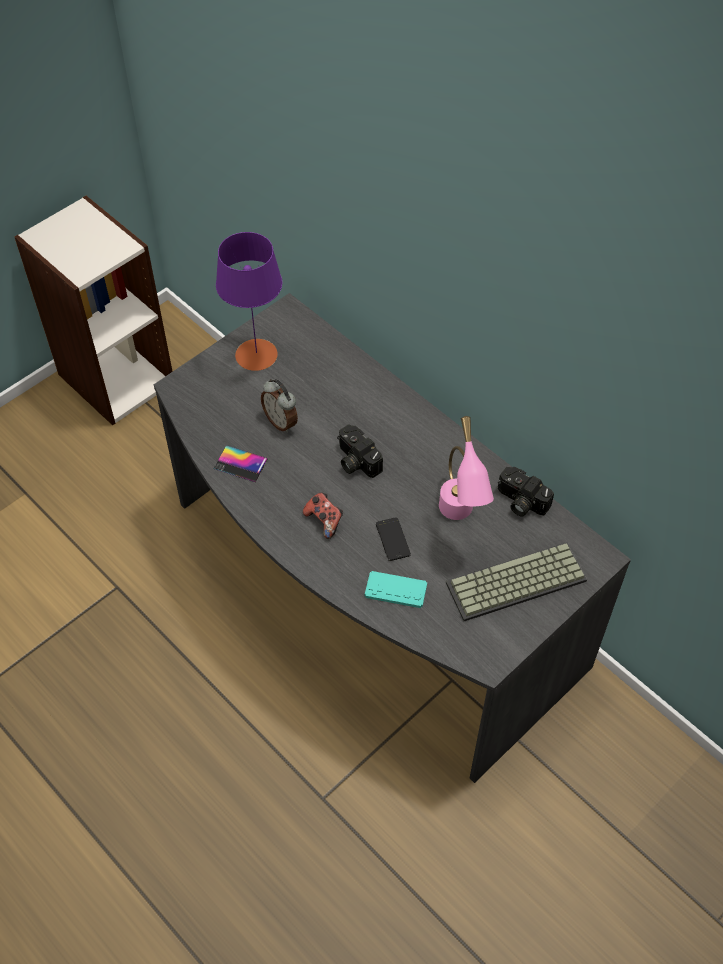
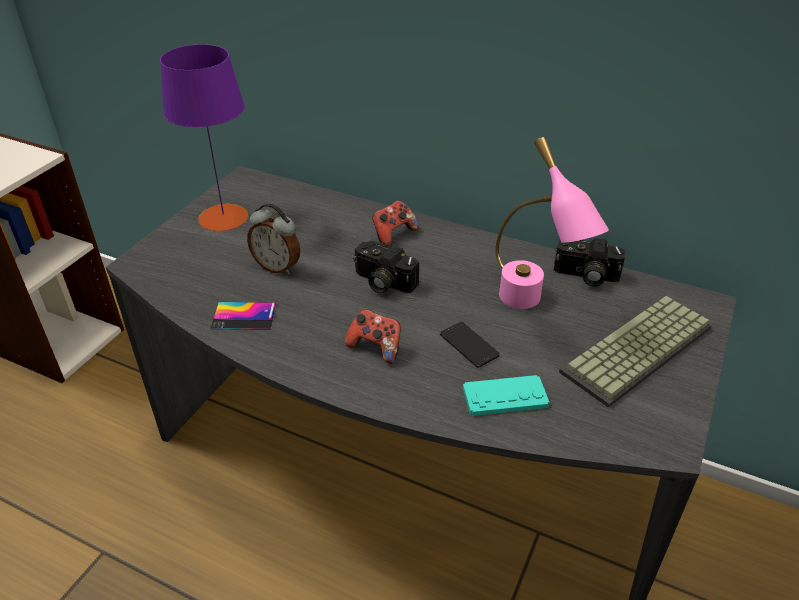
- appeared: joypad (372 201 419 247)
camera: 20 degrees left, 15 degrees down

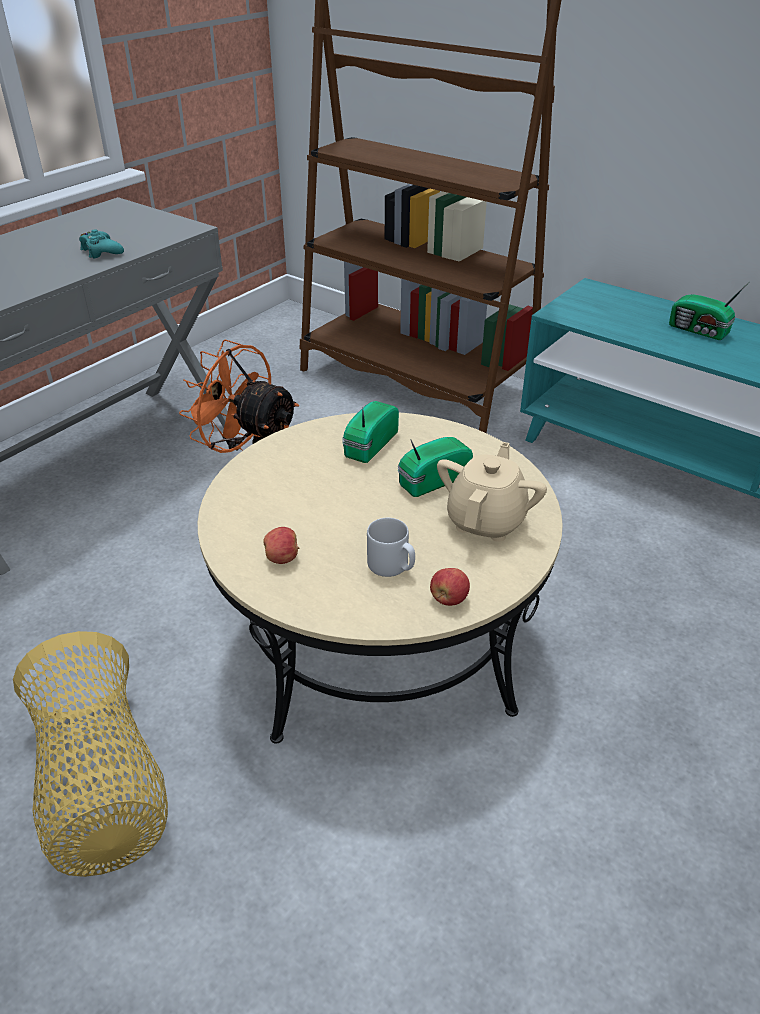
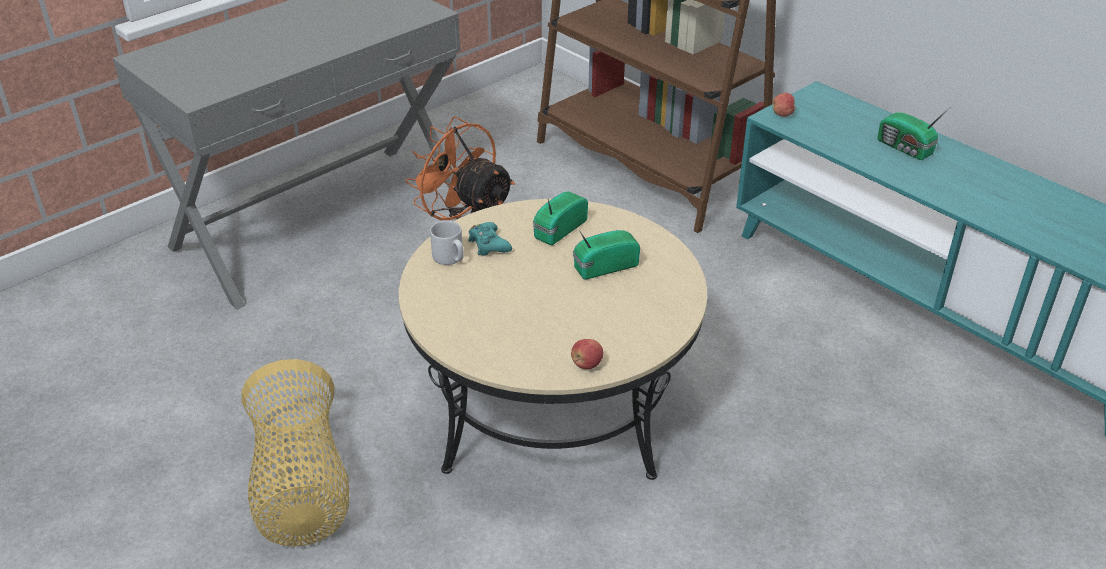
- relocated: grey coffee mug (367 518 415 577) to (430 221 464 265)
- relocated: turquoise joypad (79 229 124 259) to (468 222 512 256)
- relocated: apple (263 527 299 564) to (772 93 796 117)
- missing: sand-coloured teapot (437 442 547 542)
camera: 10 degrees right, 0 degrees up

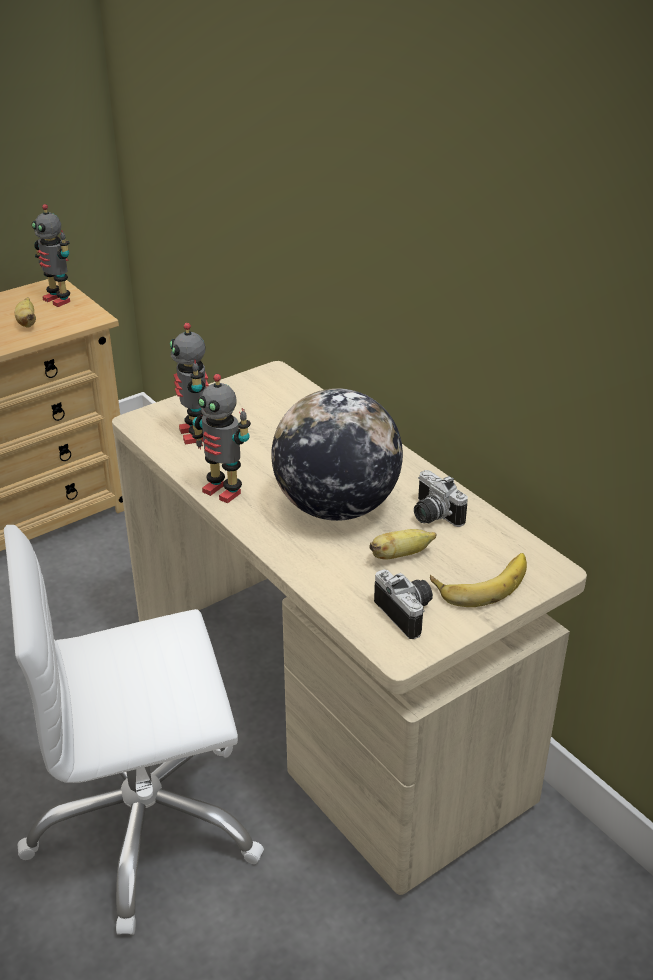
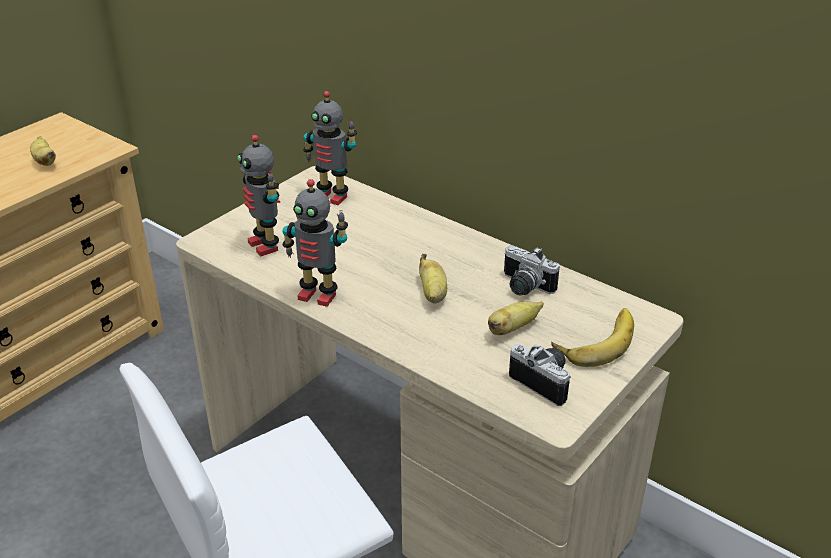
- relocated: model robot (32 204 70 307) to (303 91 357 205)
- exchanged: globe (271 388 403 521) to banana (419 254 447 304)
camera: 15 degrees left, 0 degrees up

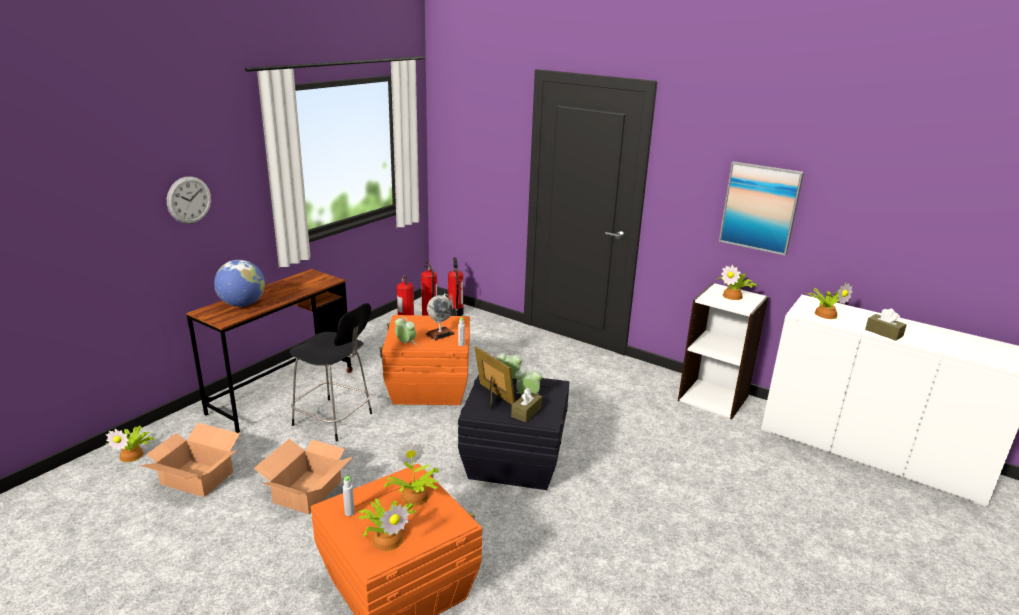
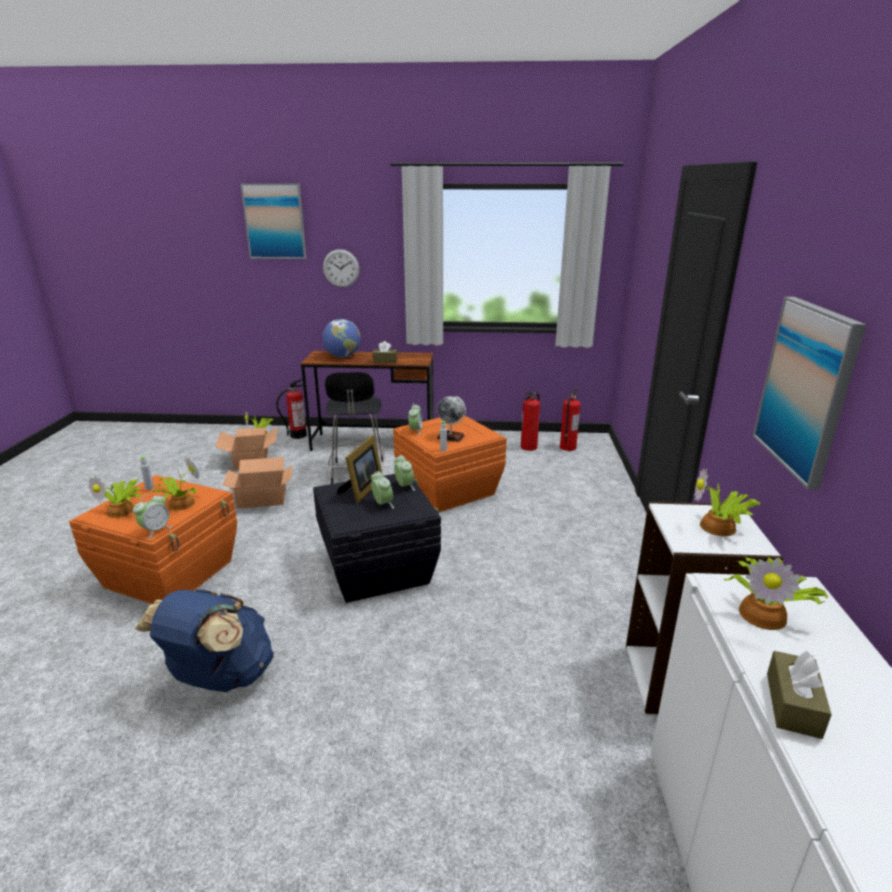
- appeared: alarm clock (133 494 173 539)
- appeared: blue backpack (135 589 274 692)
- appeared: wall art (241 183 306 259)
- relocated: fire-fighting cylinder (448 257 464 316) to (276 378 307 439)
- relocated: brownish tissue box (511 388 542 422) to (372 341 397 363)
camera: 60 degrees right, 0 degrees up

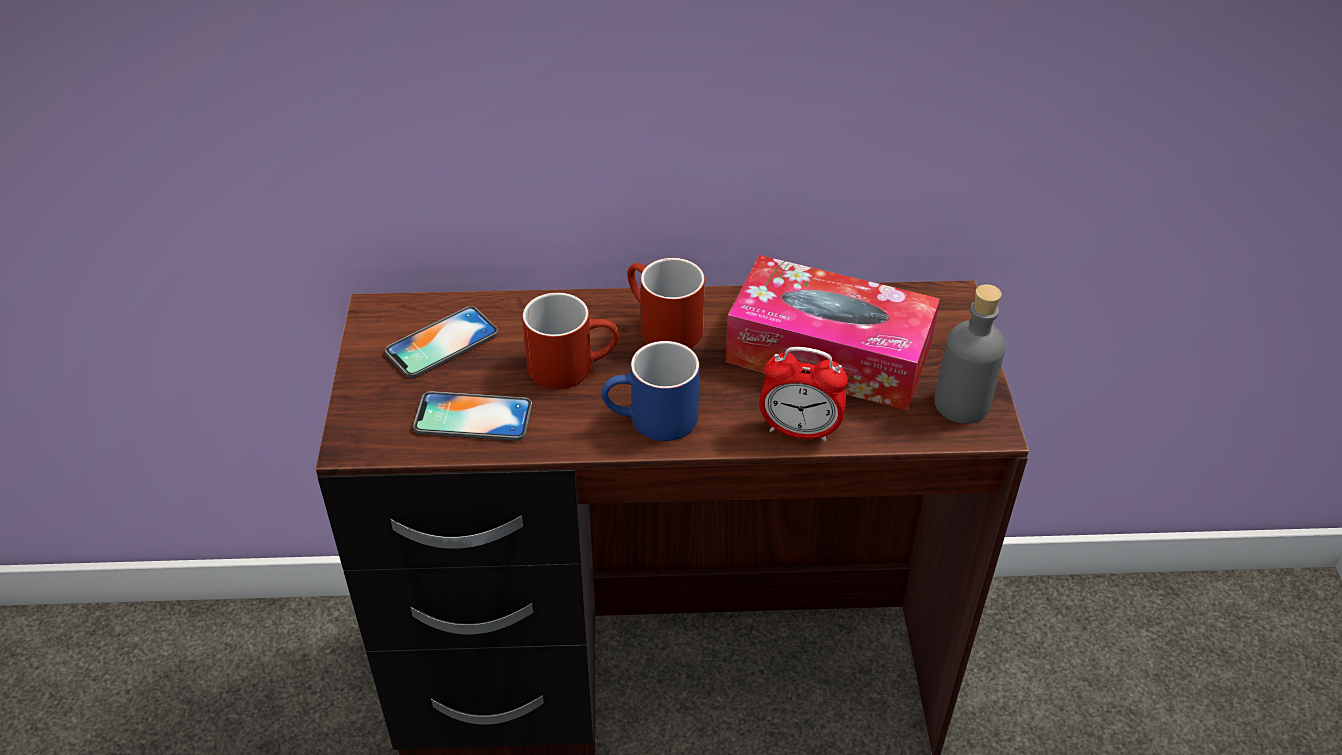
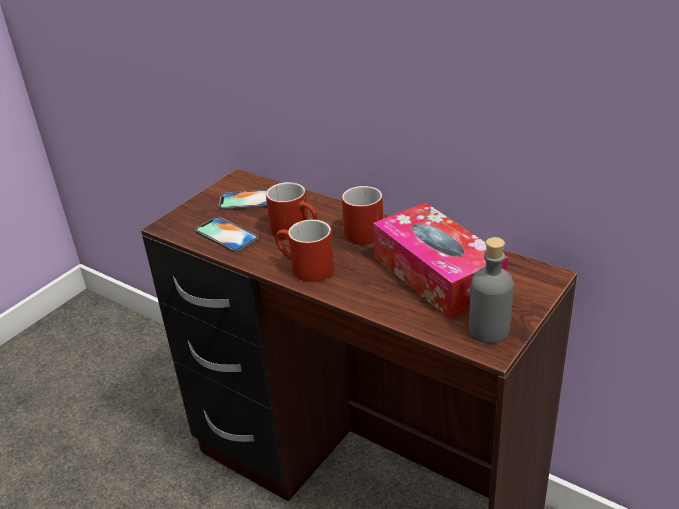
- colour: blue coffee mug (601 341 700 441) to reddish coffee mug (275 219 334 282)
- missing: alarm clock (759 347 848 442)
camera: 40 degrees right, 10 degrees down

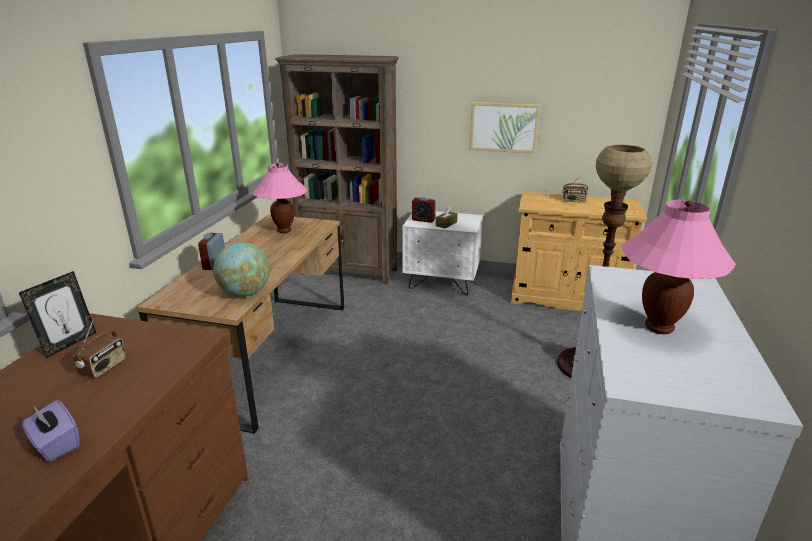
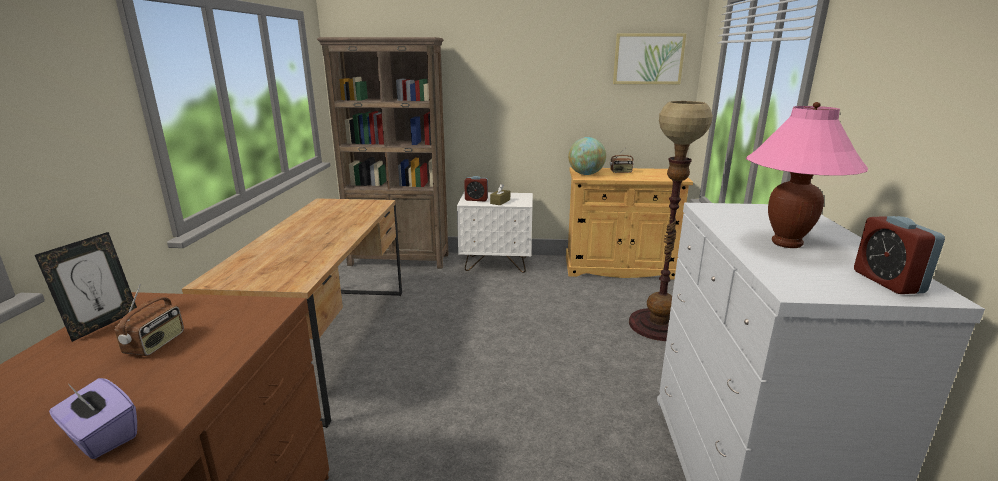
- relocated: globe (213 242 270 297) to (568 137 606 175)
- relocated: wall art (470 102 540 154) to (613 33 686 84)
- relocated: alarm clock (198 233 225 270) to (854 216 945 294)
- missing: pink-coloured tabletop lamp (253 163 307 233)
camera: 10 degrees left, 5 degrees down

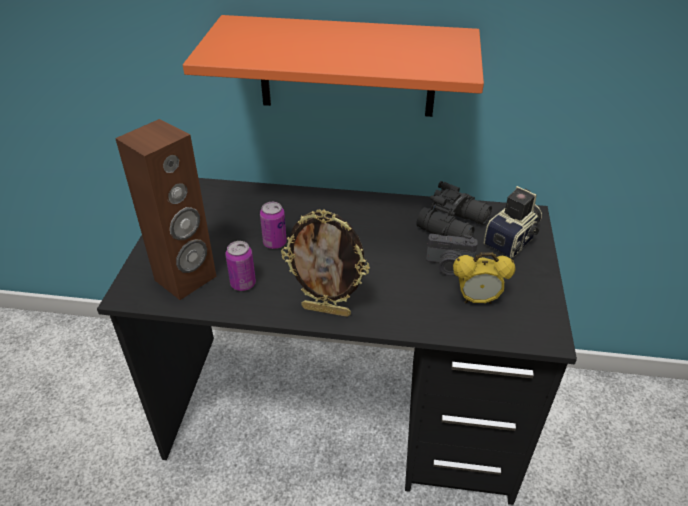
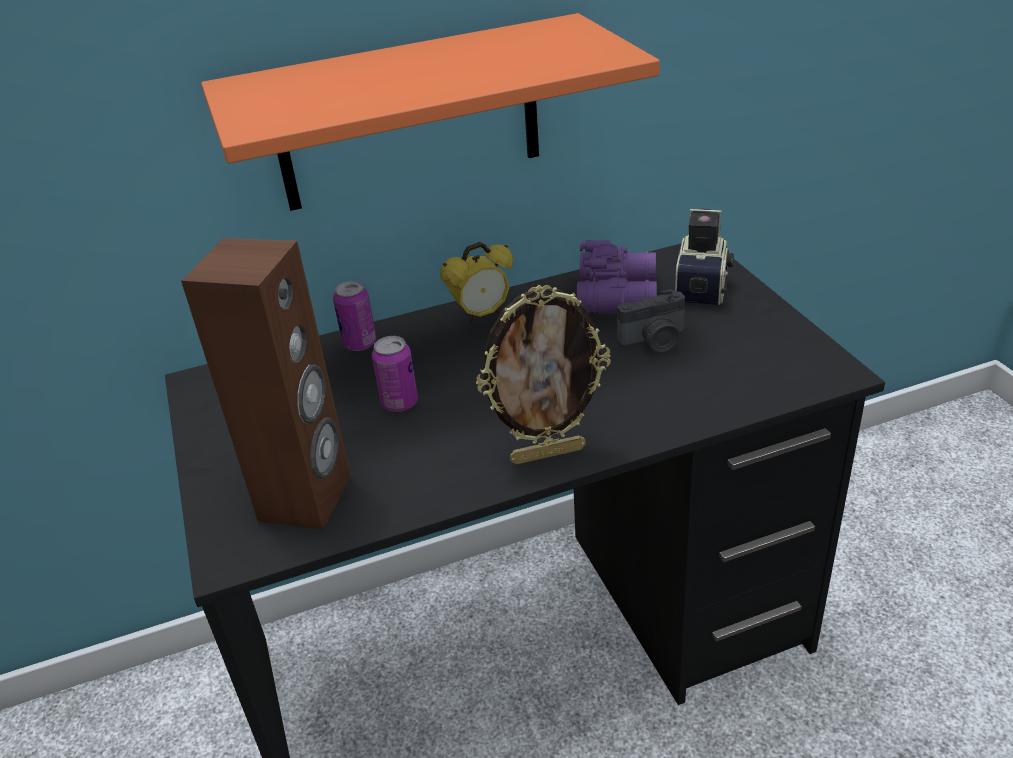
- relocated: sealed can (225 241 256 291) to (333 281 376 351)
- relocated: alarm clock (453 252 515 304) to (440 242 513 323)
- colour: black field glasses (416 181 492 237) to purple field glasses (577 240 657 314)
camera: 25 degrees left, 5 degrees down

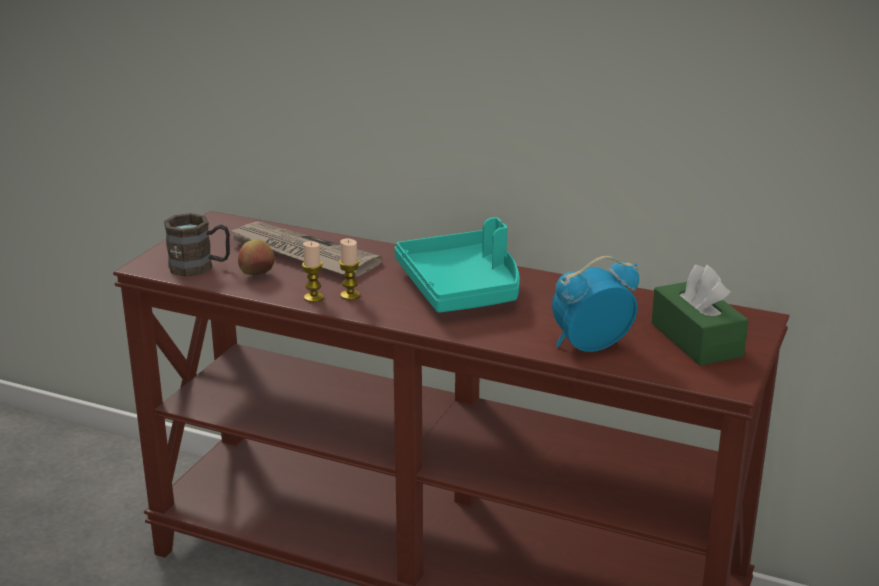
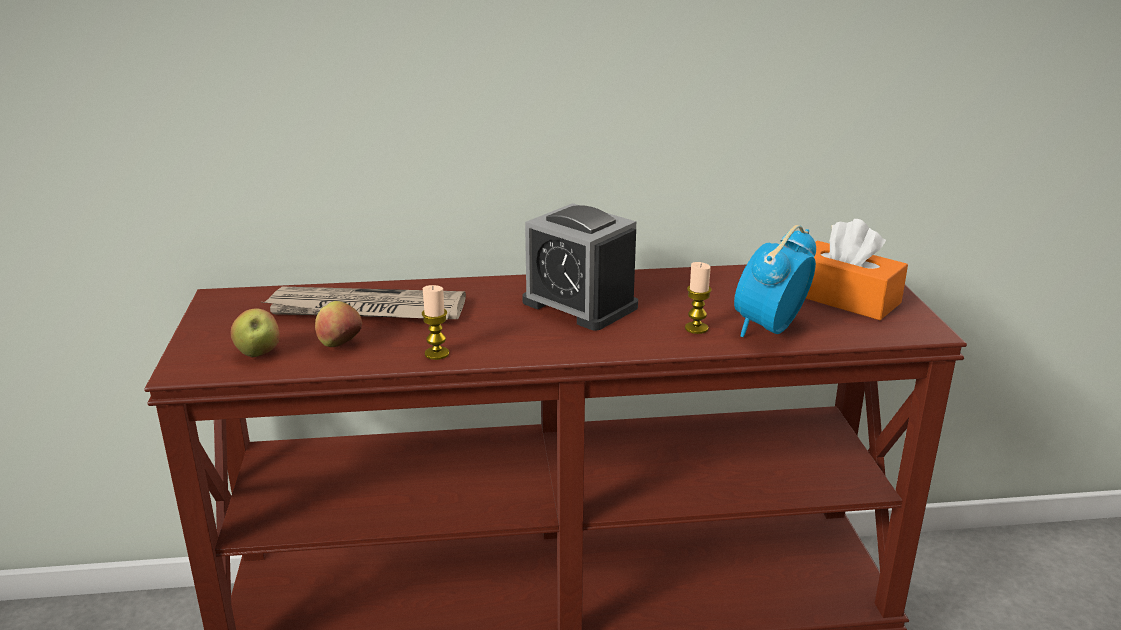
- exchanged: brownish coffee mug (164 213 230 277) to apple (231 309 280 358)
- exchanged: turquoise carrying tray (394 217 520 313) to alarm clock (522 203 638 331)
- relocated: wax candle (339 238 360 300) to (685 262 712 334)
- colour: green-coloured tissue box (652 265 749 366) to orangey tissue box (806 219 908 320)
camera: 30 degrees left, 0 degrees up

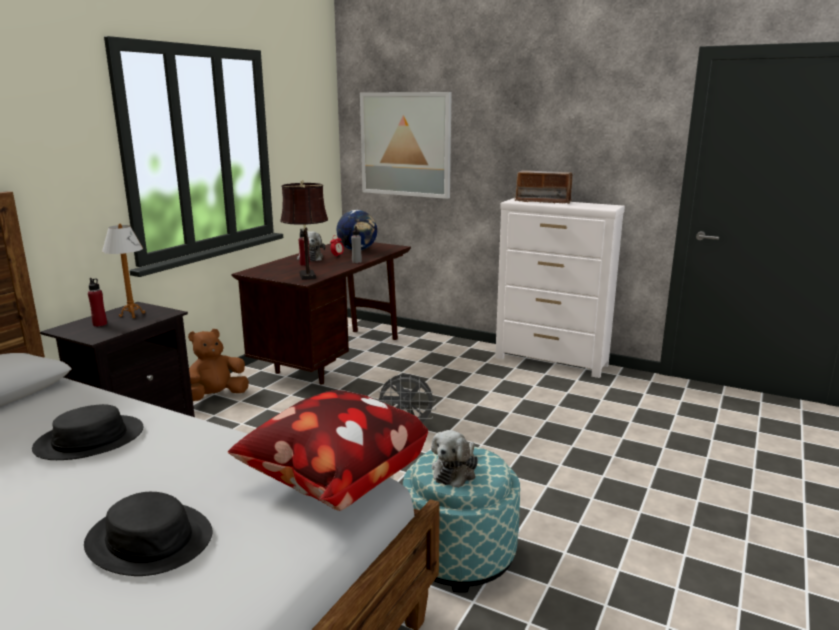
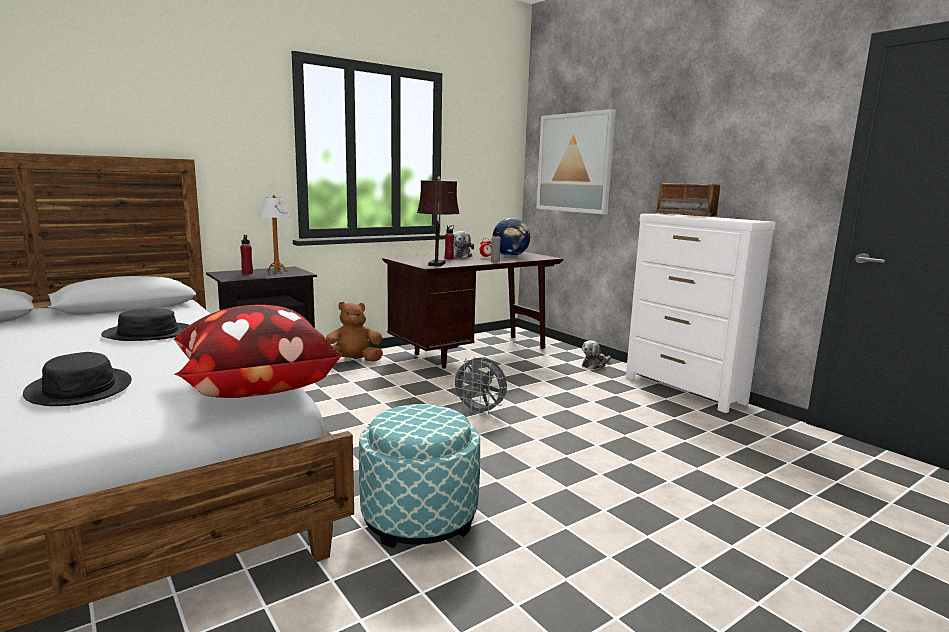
- relocated: plush toy (431 430 478 488) to (582 340 611 369)
camera: 25 degrees right, 5 degrees down

